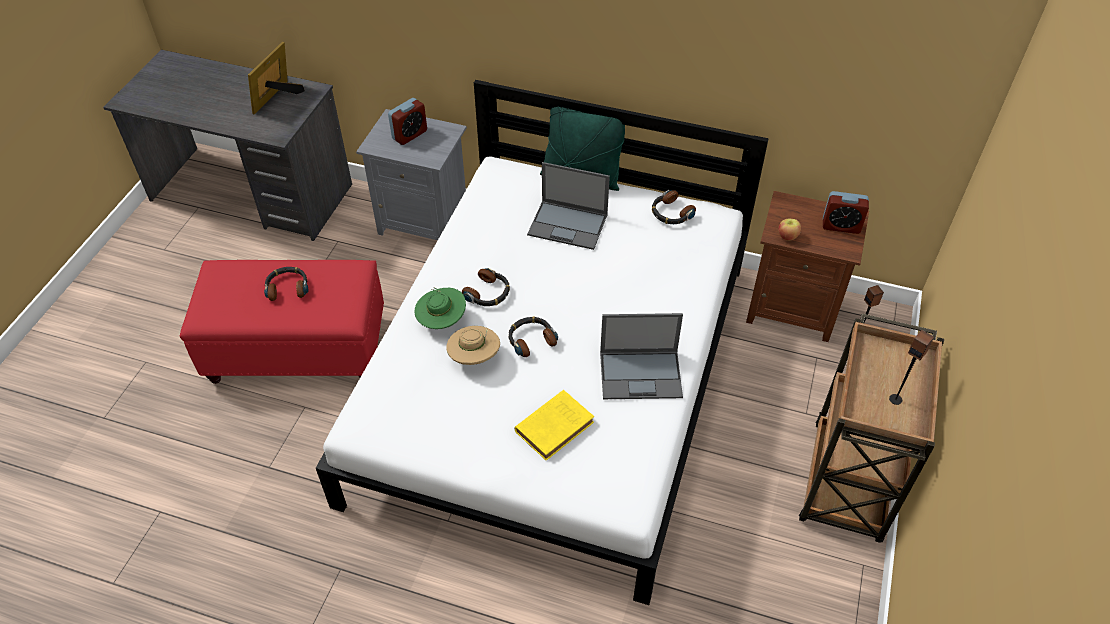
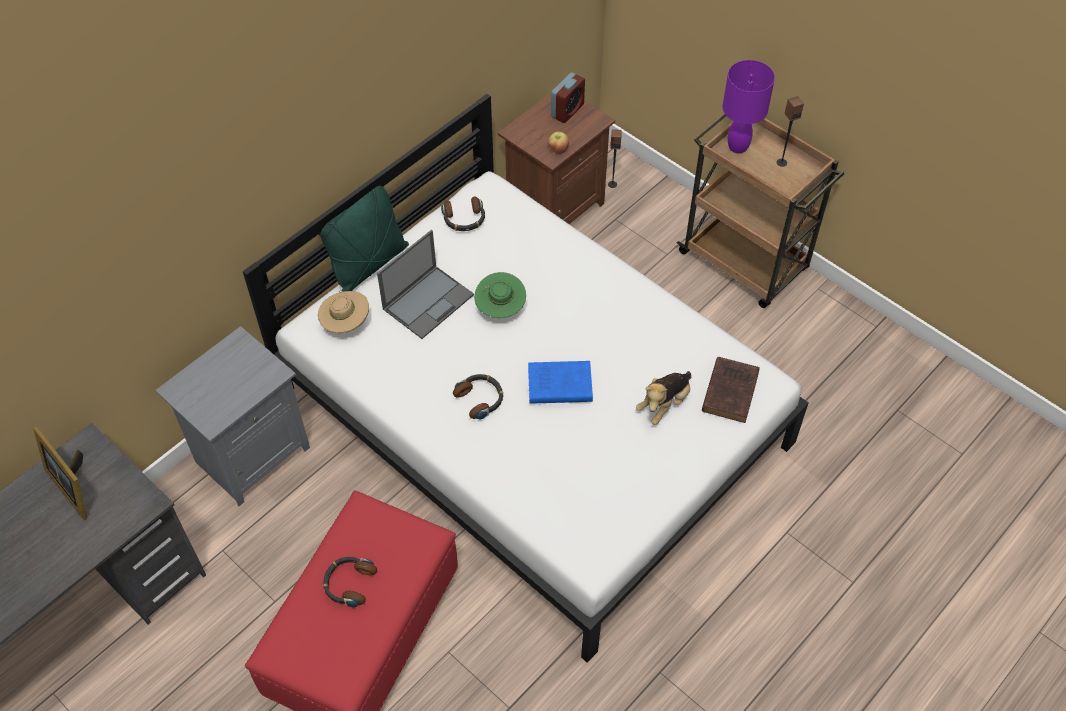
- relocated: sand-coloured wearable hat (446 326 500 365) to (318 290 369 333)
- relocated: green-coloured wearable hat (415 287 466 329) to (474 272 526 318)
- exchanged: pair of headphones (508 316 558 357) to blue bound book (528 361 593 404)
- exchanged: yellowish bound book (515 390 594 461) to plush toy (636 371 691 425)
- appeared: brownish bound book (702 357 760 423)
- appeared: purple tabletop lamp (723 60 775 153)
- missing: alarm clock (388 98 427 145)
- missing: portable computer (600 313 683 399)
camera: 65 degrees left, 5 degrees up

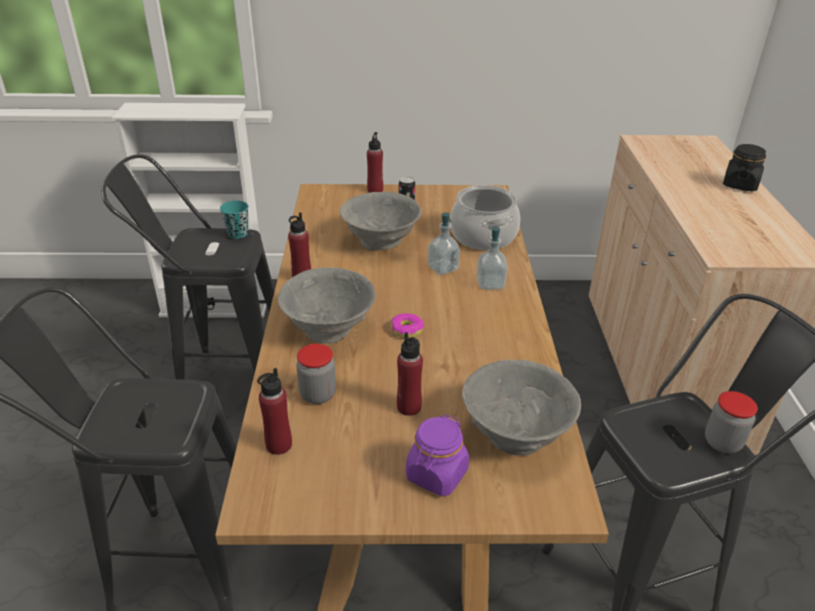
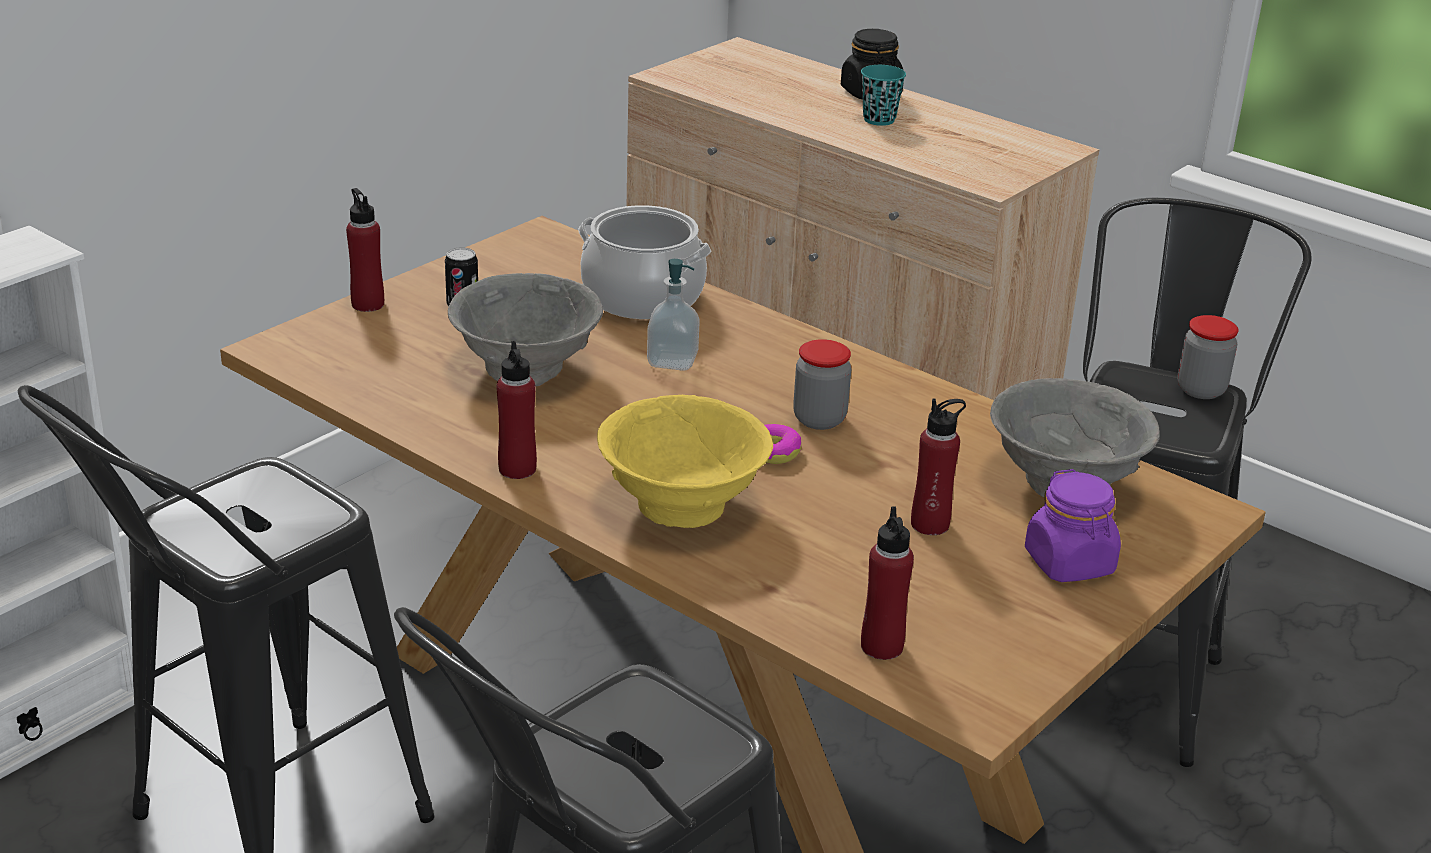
- colour: grey bowl (278 267 376 344) to yellowish bowl (597 395 773 528)
- relocated: preserve jar (297 344 336 404) to (793 339 851 430)
- relocated: turquoise cup (220 201 248 239) to (861 65 906 126)
- missing: soap dispenser (477 226 507 290)
camera: 50 degrees left, 5 degrees down

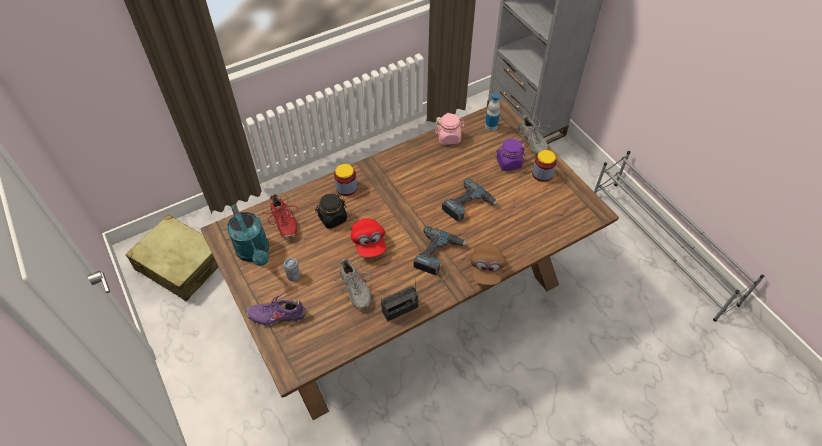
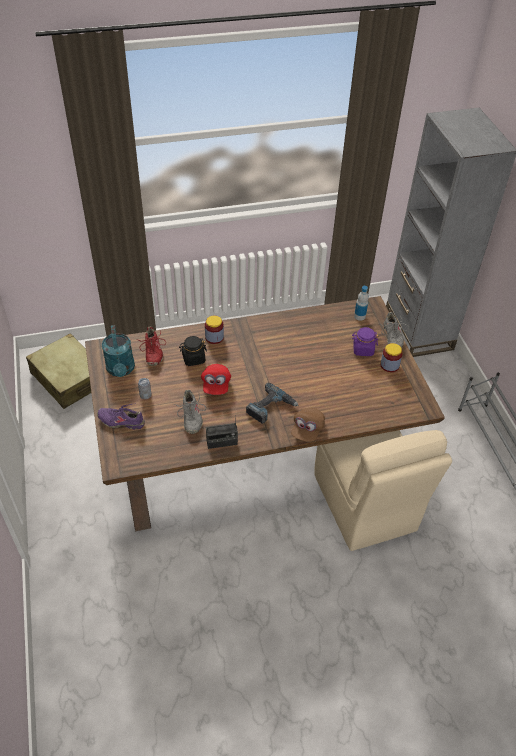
- appeared: sand-coloured plain chair (314 430 452 551)
- missing: pink-coloured preserve jar (435 114 465 145)
- missing: power drill (442 178 498 222)
camera: 15 degrees right, 5 degrees down

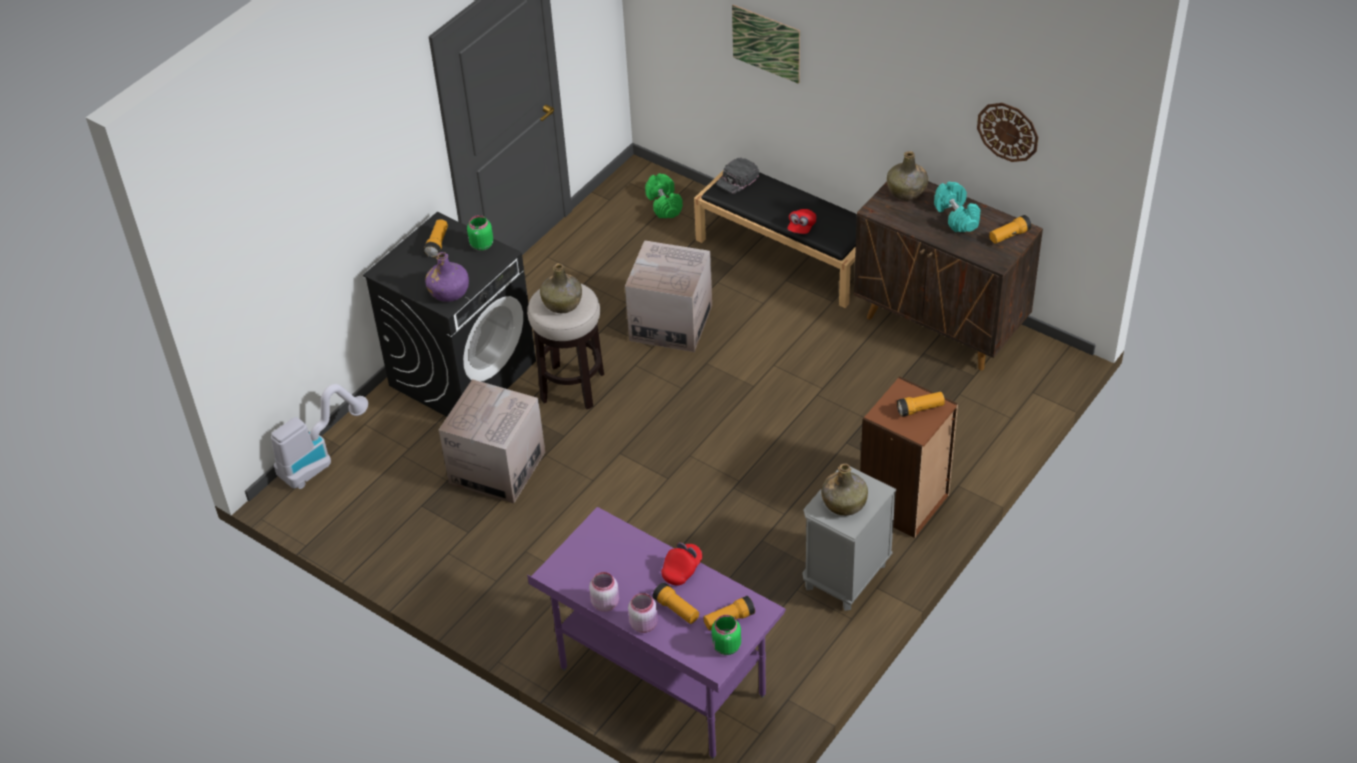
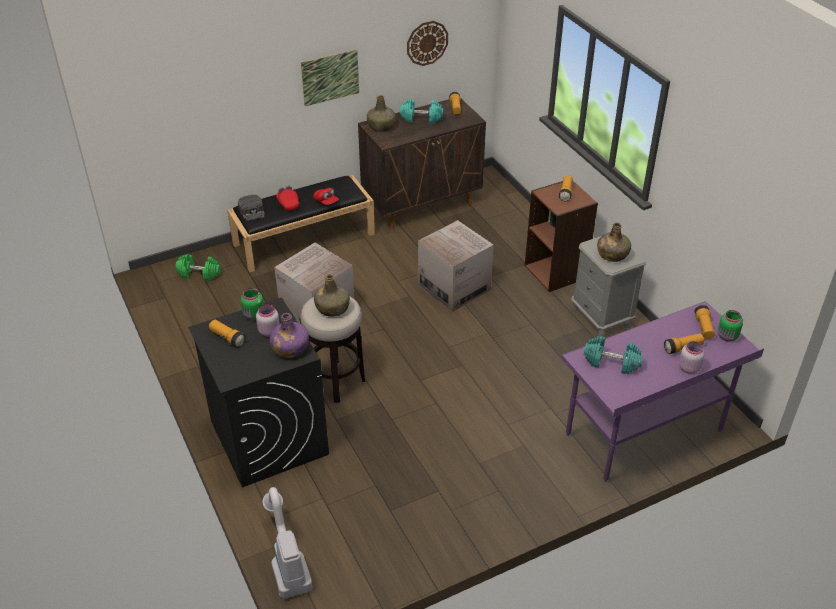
- relocated: pink-coloured preserve jar (589 572 619 612) to (256 304 280 337)
- relocated: reddish cap (661 542 703 585) to (276 186 299 211)
- relocated: wall art (732 5 800 84) to (301 49 359 106)
- relocated: packing box (439 379 545 504) to (418 220 494 312)
- appeared: turquoise free weight (584 336 643 374)
camera: 65 degrees left, 5 degrees down

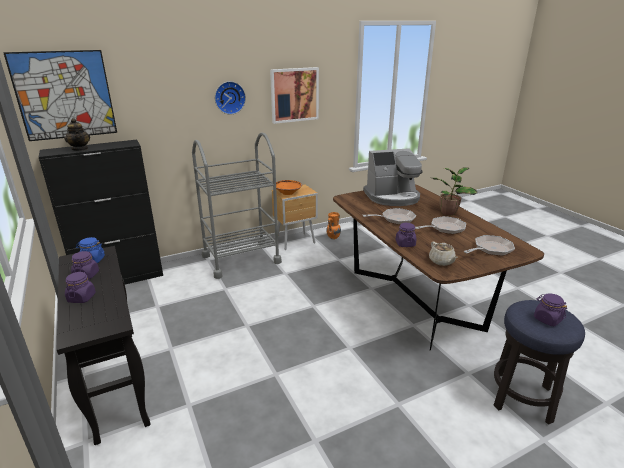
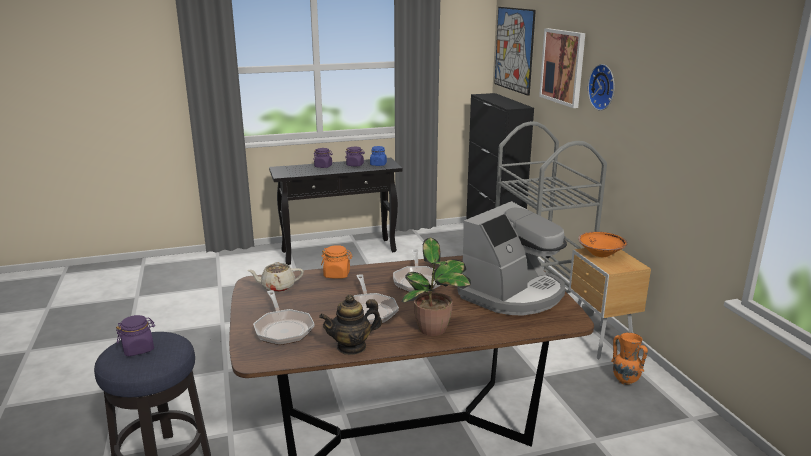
- relocated: teapot (64 118 90 151) to (319 295 382 355)
- colour: purple preserve jar (396 223 416 247) to orangey preserve jar (321 245 352 279)
- spun: coffee machine (363 148 423 206) = (458 201 567 316) 135 degrees counterclockwise
- relocated: wall art (270 67 319 124) to (539 28 585 108)
camera: 100 degrees right, 5 degrees down

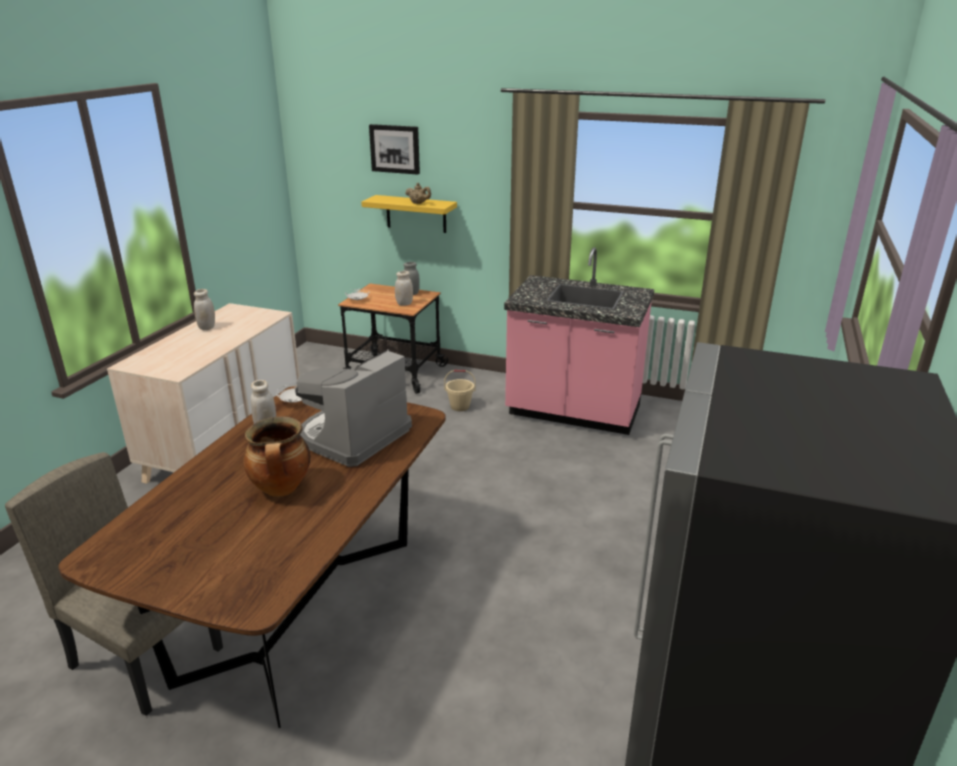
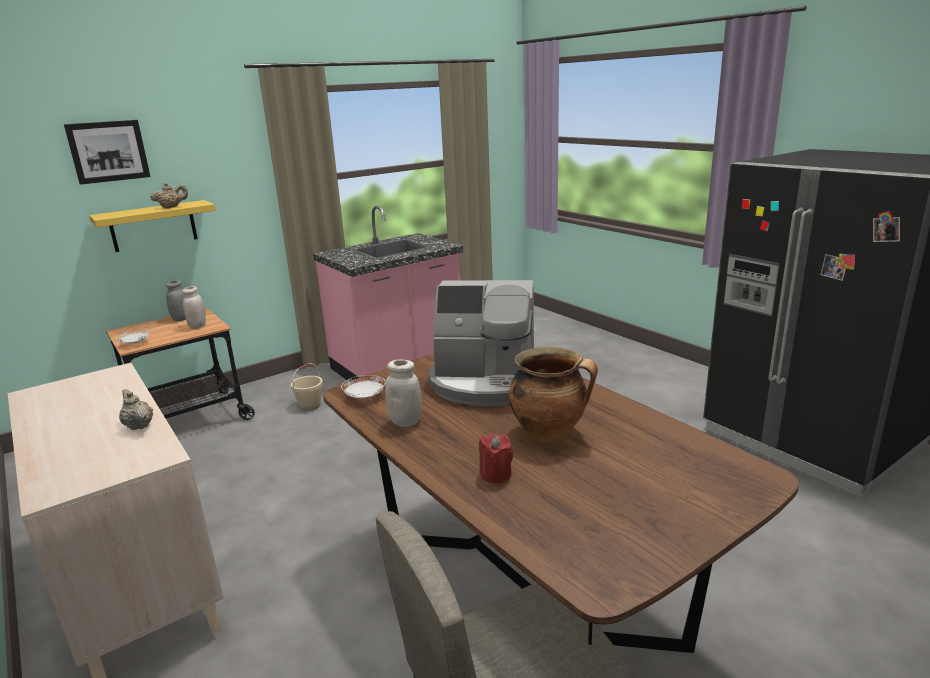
- appeared: sand-coloured teapot (119 389 153 430)
- spun: coffee machine (295 349 412 467) = (428 280 534 406) 60 degrees counterclockwise
- appeared: reddish wax candle (479 434 513 483)
- missing: white preserve jar (194 289 215 330)
camera: 55 degrees left, 5 degrees down

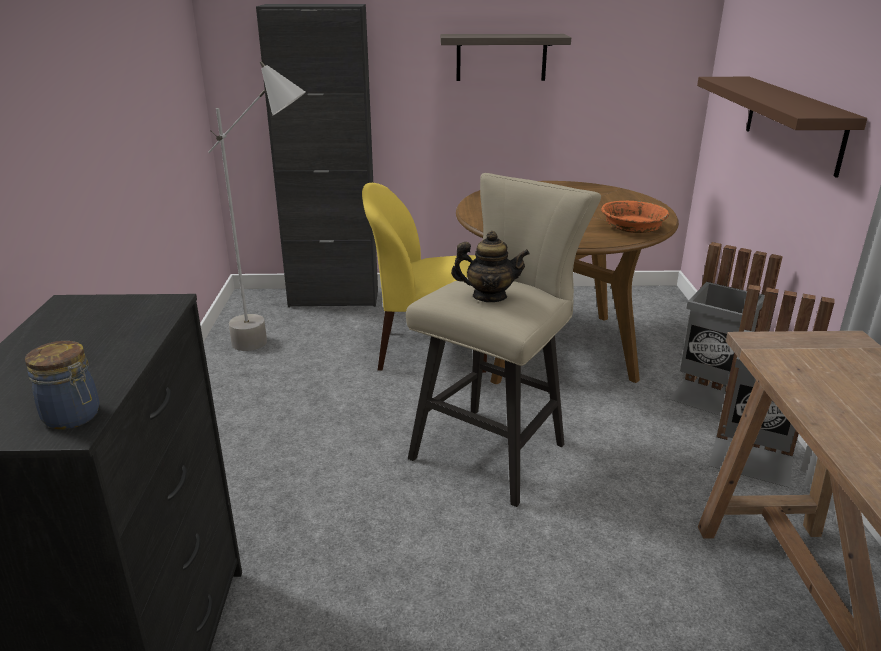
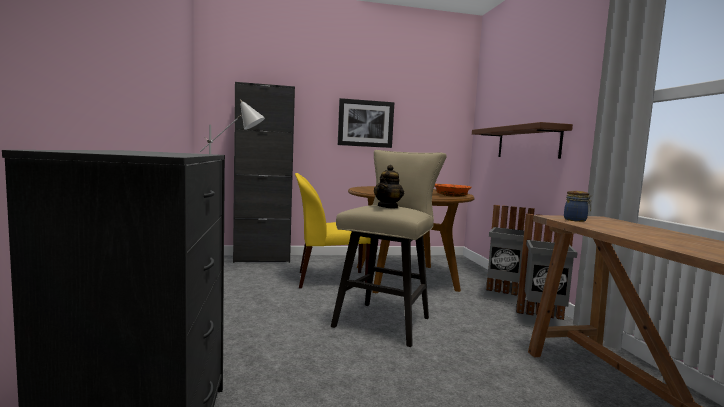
- exchanged: bracket shelf (440 34 571 81) to wall art (338 98 394 148)
- spun: teapot (451 231 530 302) = (374 165 404 209) 120 degrees clockwise
- relocated: preserve jar (25 341 100 430) to (564 191 592 222)
camera: 10 degrees left, 20 degrees down

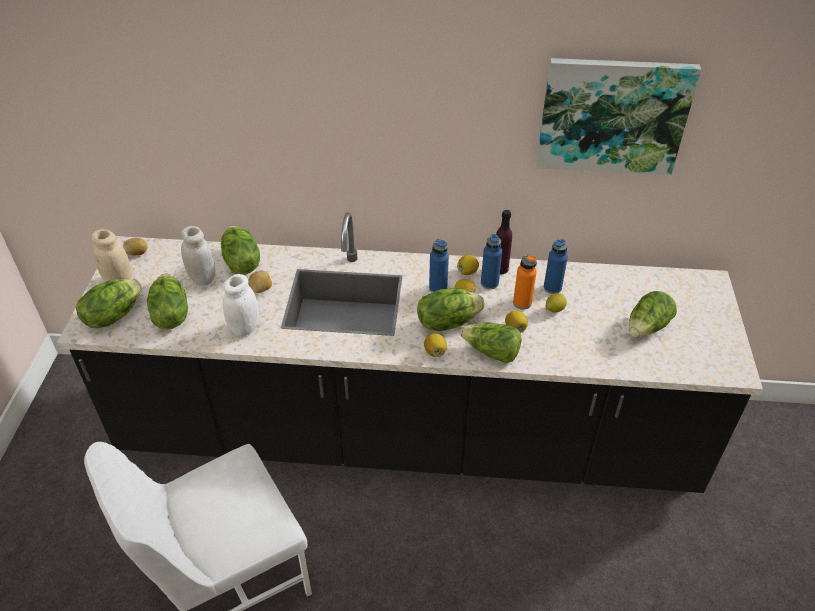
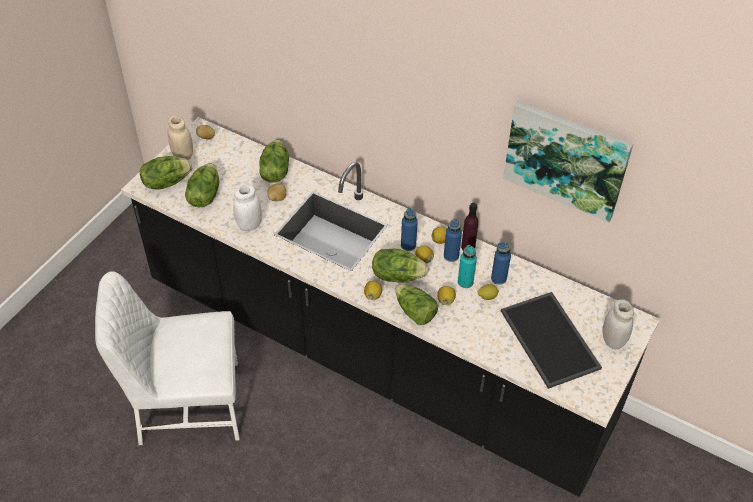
- colour: orangey drink bottle (513 254 537 310) to turquoise drink bottle (458 245 477 288)
- exchanged: lettuce (629 291 677 337) to carrying tray (501 292 602 389)
- relocated: white preserve jar (181 226 215 286) to (602 299 634 349)
camera: 25 degrees right, 5 degrees up

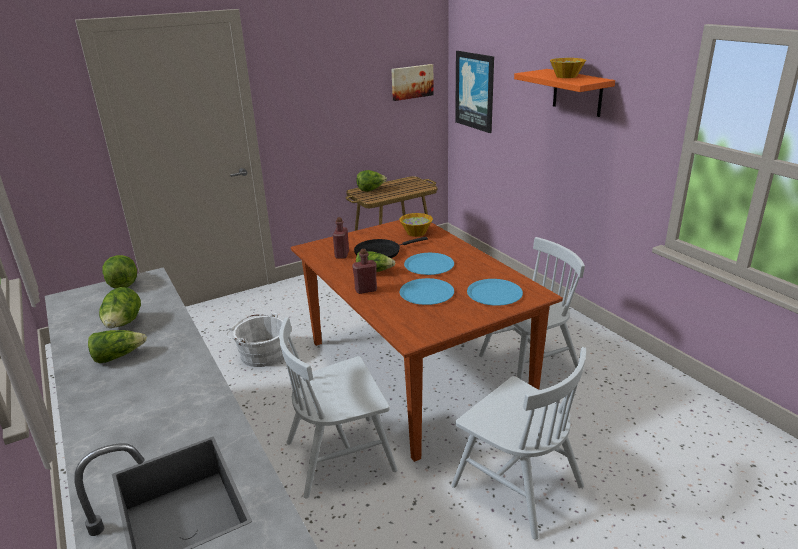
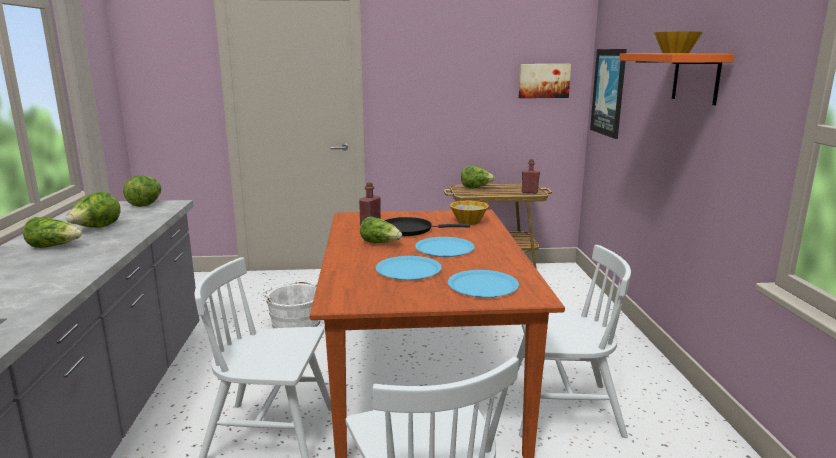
- relocated: reddish drink bottle (352 249 377 294) to (522 159 540 194)
camera: 25 degrees right, 10 degrees down

